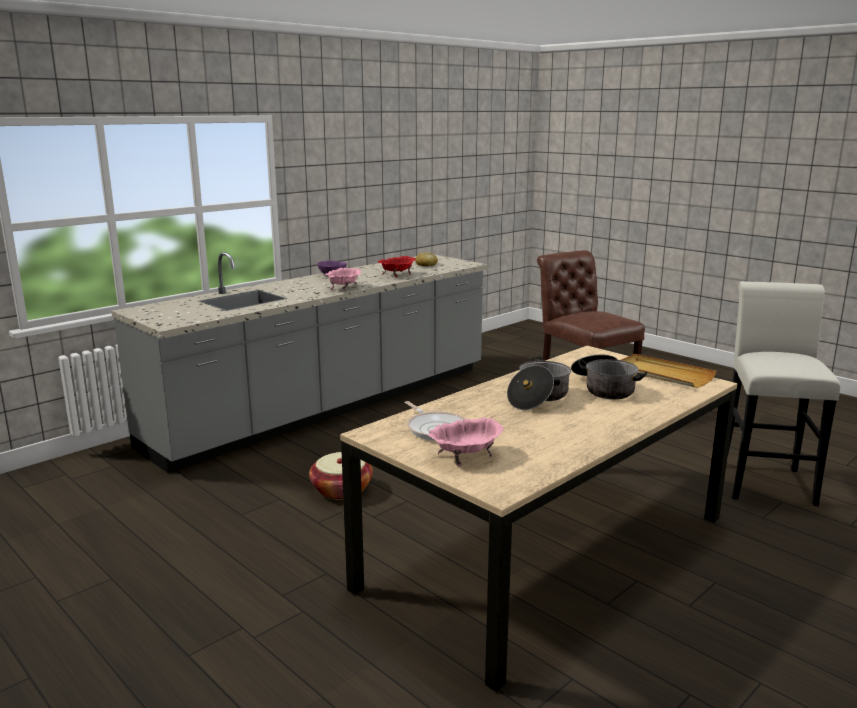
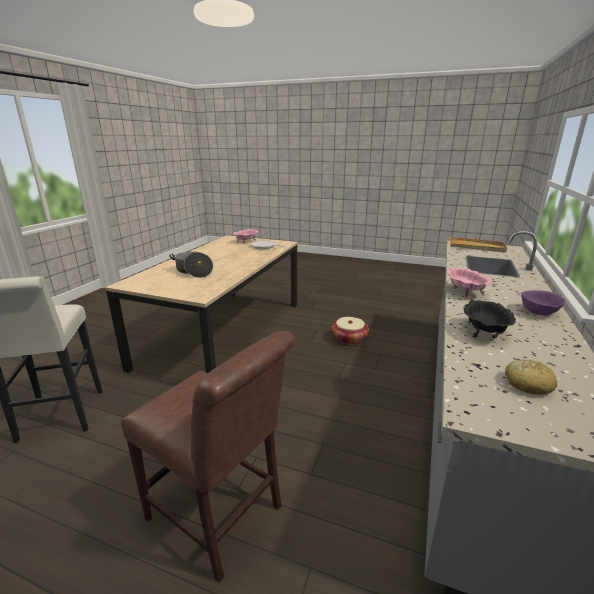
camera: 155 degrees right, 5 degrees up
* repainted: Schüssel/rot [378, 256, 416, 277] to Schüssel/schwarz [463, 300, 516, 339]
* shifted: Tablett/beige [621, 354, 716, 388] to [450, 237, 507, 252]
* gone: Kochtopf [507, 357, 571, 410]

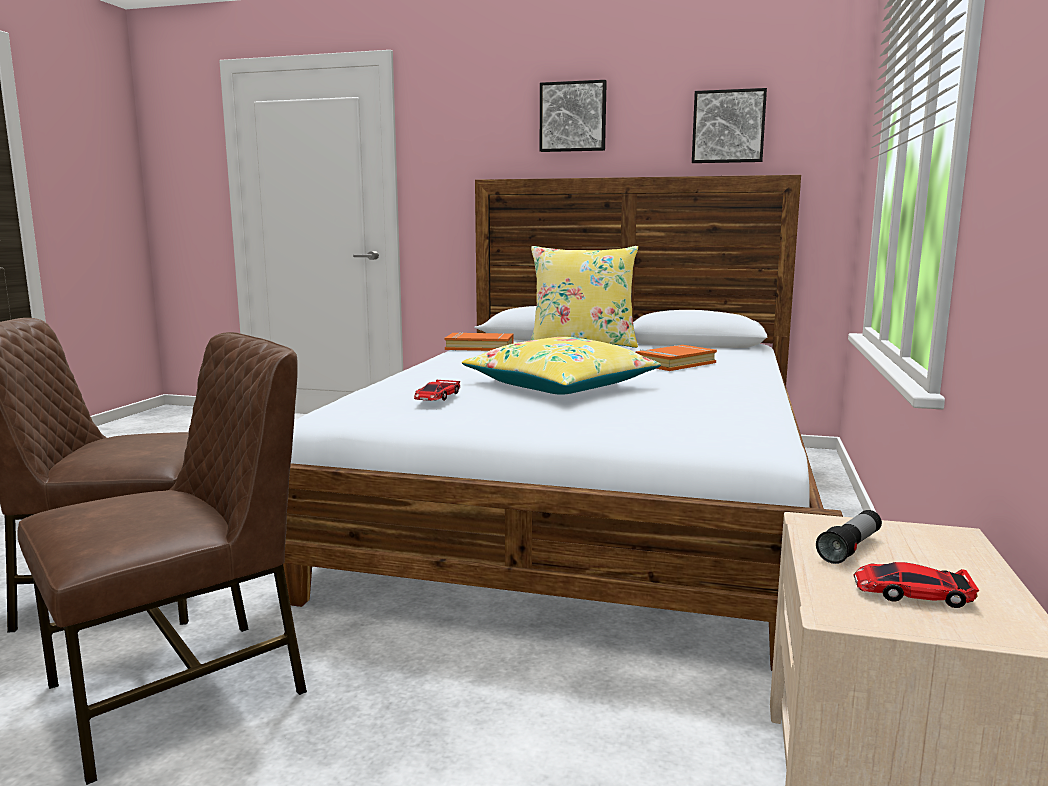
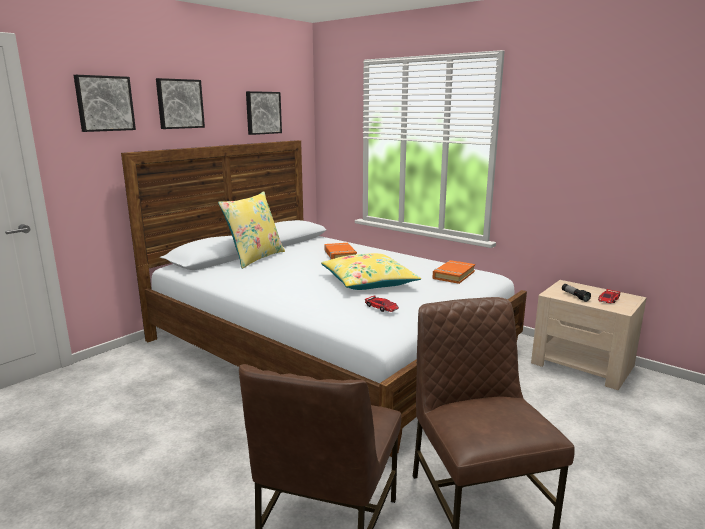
camera: 65 degrees left, 5 degrees up
* shifted: Buch/orange [445, 332, 513, 351] to [433, 260, 475, 284]
* new: Bild [74, 75, 136, 132]

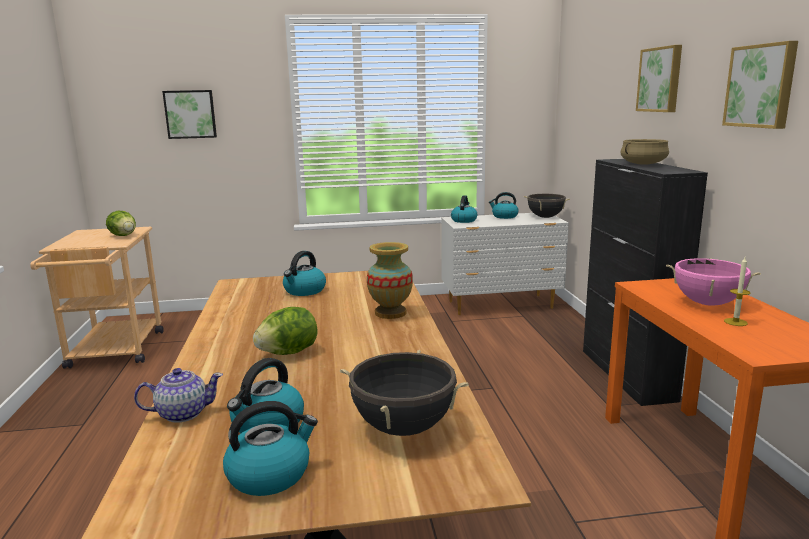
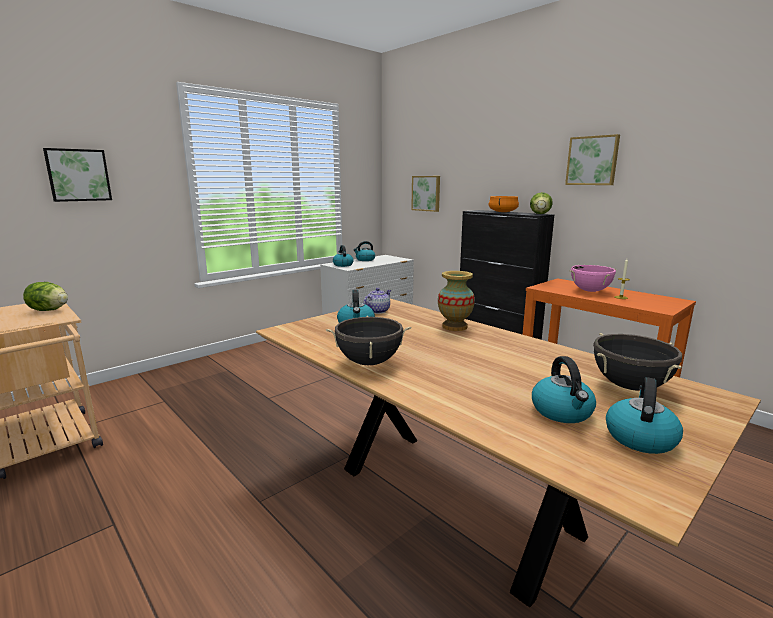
camera: 35 degrees left, 0 degrees up
* shifted: Bild [636, 45, 682, 112] to [411, 176, 440, 212]
* repainted: Kochtopf/beige [620, 139, 669, 165] to Kochtopf/orange [488, 196, 519, 212]
* shifted: Kochtopf/schwarz [524, 194, 570, 218] to [326, 316, 411, 365]
* shifted: Salatkopf [253, 307, 318, 355] to [530, 192, 553, 214]
* shifted: Teekanne [134, 368, 223, 423] to [363, 288, 391, 314]

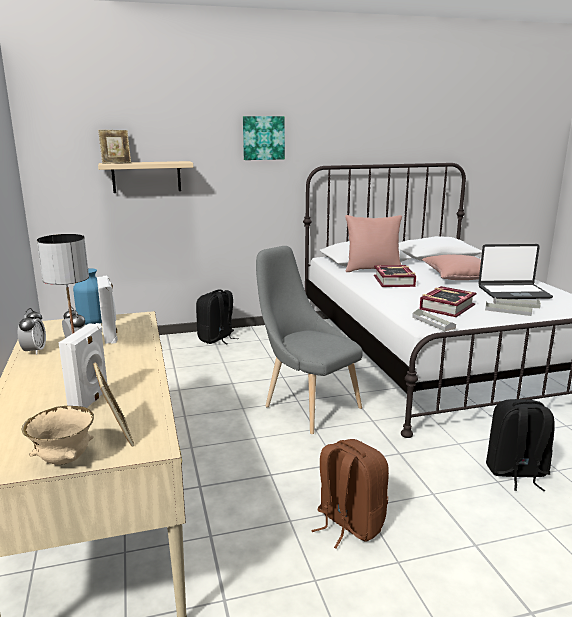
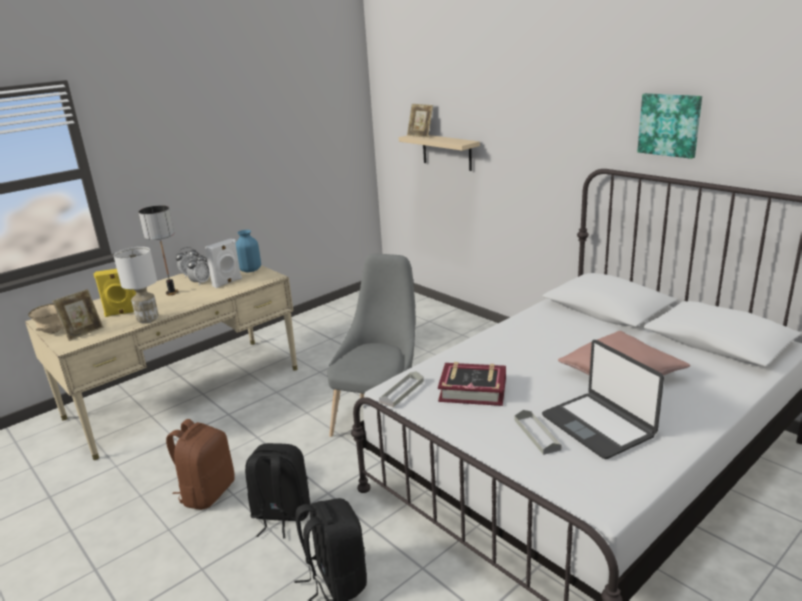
camera: 65 degrees right, 5 degrees up
* shifted: Bild [243, 116, 285, 160] to [637, 93, 702, 159]
* gone: Kissen/rosa [345, 215, 402, 272]
* gone: Buch [374, 265, 416, 287]
* shifted: Rucksack/schwarz [196, 290, 238, 344] to [245, 443, 310, 538]
* gone: Tablett/grau [485, 301, 533, 316]
* repainted: Lautsprecher/weiß [59, 323, 109, 408] to Lautsprecher/gelb [94, 269, 136, 317]
* new: Tischlampe/weiß [114, 247, 159, 323]

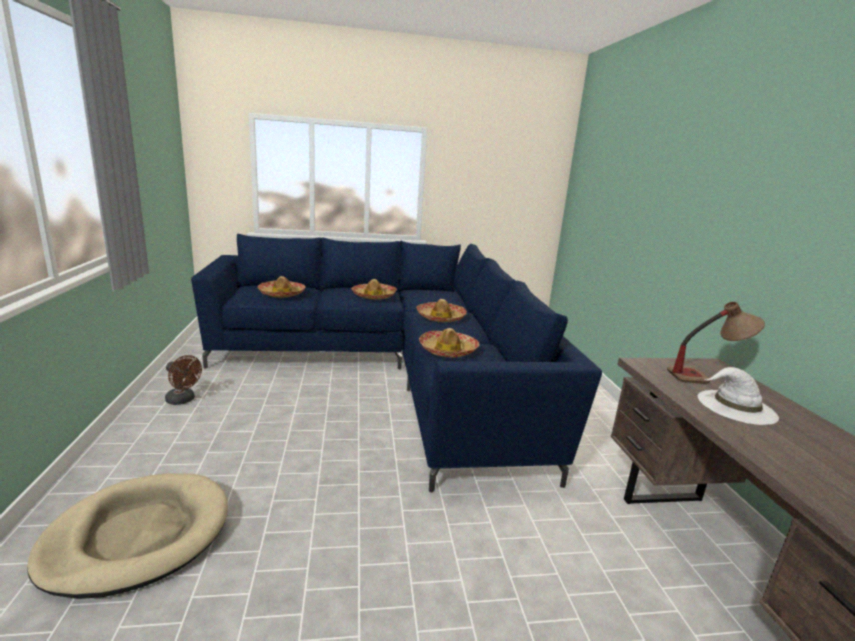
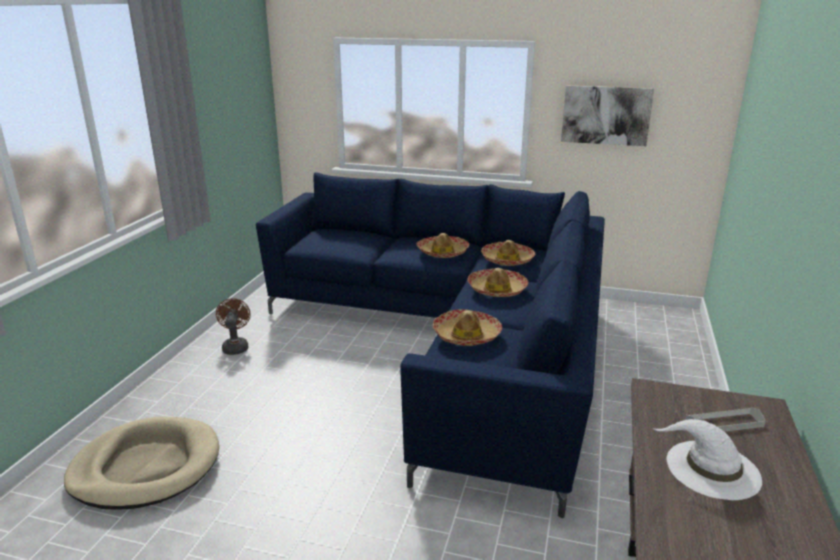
camera: 25 degrees right, 5 degrees up
* shifted: Hut [257, 276, 306, 298] to [481, 240, 535, 266]
* swapped: Tischlampe [667, 302, 765, 384] to Tablett/grau [685, 407, 766, 432]
* rotated: Ventilator/braun [165, 355, 202, 405] = [216, 298, 251, 355] 150 degrees counterclockwise
* new: Bild [561, 85, 654, 146]

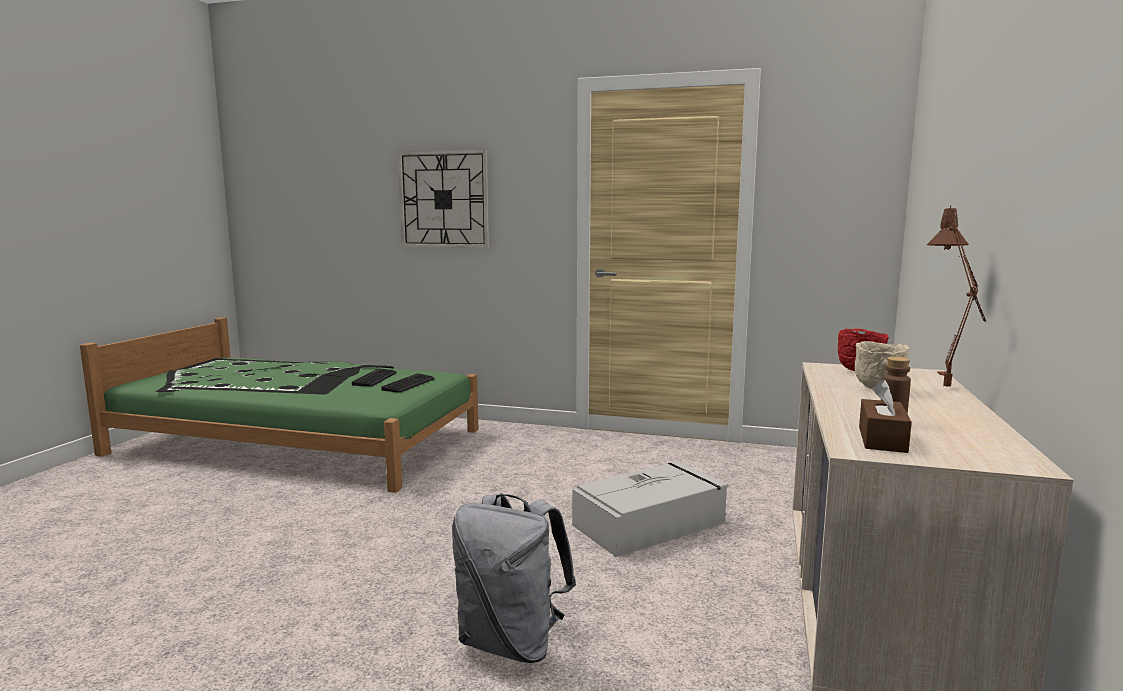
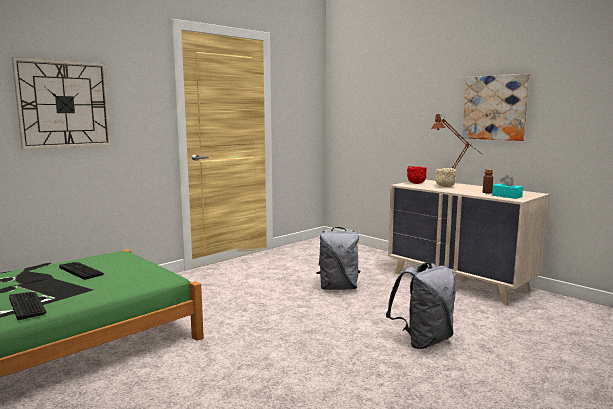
camera: 60 degrees left, 0 degrees up
* shifted: Tastatur [381, 373, 434, 393] to [9, 292, 46, 320]
* repainted: Taschentuchbox/braun [859, 379, 912, 453] to Taschentuchbox/türkis [492, 175, 523, 199]
* swapped: Aufbewahrungsbox/grau [572, 461, 728, 557] to Rucksack/grau [317, 227, 360, 290]
* new: Bild [462, 74, 530, 141]

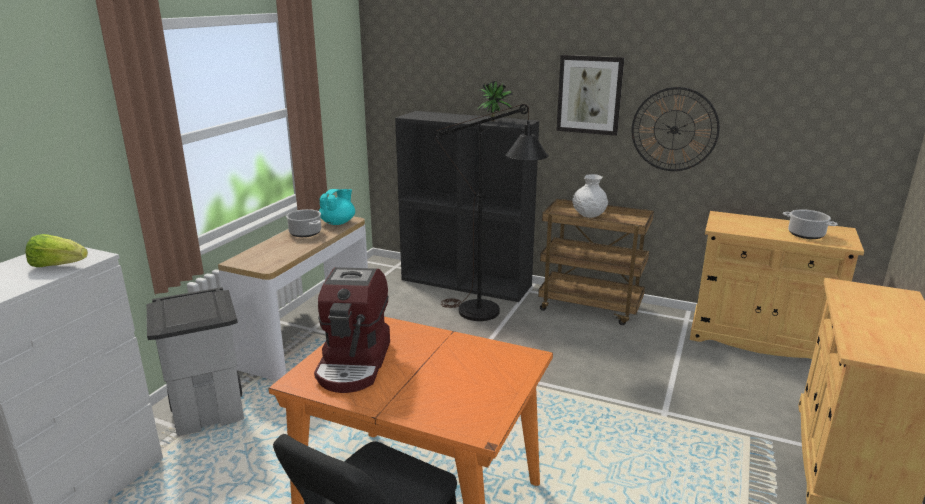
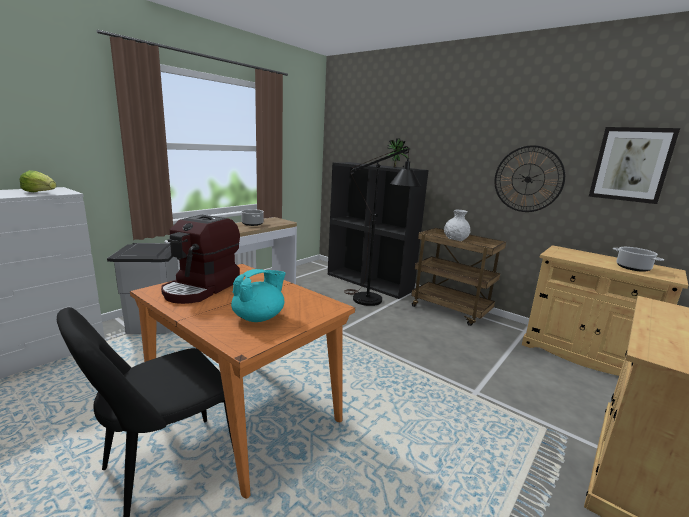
camera: 15 degrees right, 5 degrees down
* shifted: Bild [556, 55, 624, 136] to [589, 127, 680, 204]
* shifted: Teekanne/türkis [319, 189, 355, 225] to [231, 269, 286, 322]

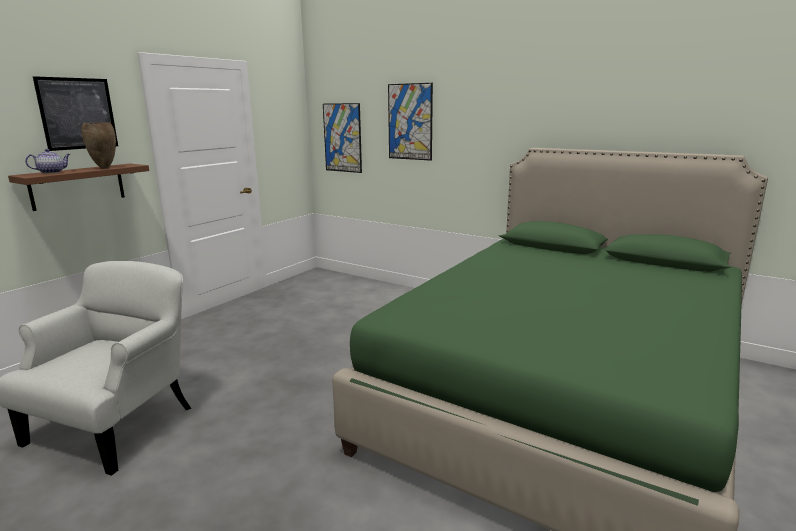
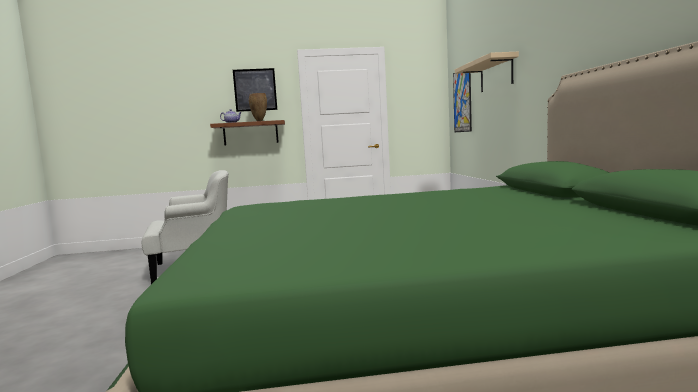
camera: 50 degrees right, 10 degrees down
* swapped: Bild [388, 83, 433, 161] to Wandregal/beige [455, 52, 519, 92]

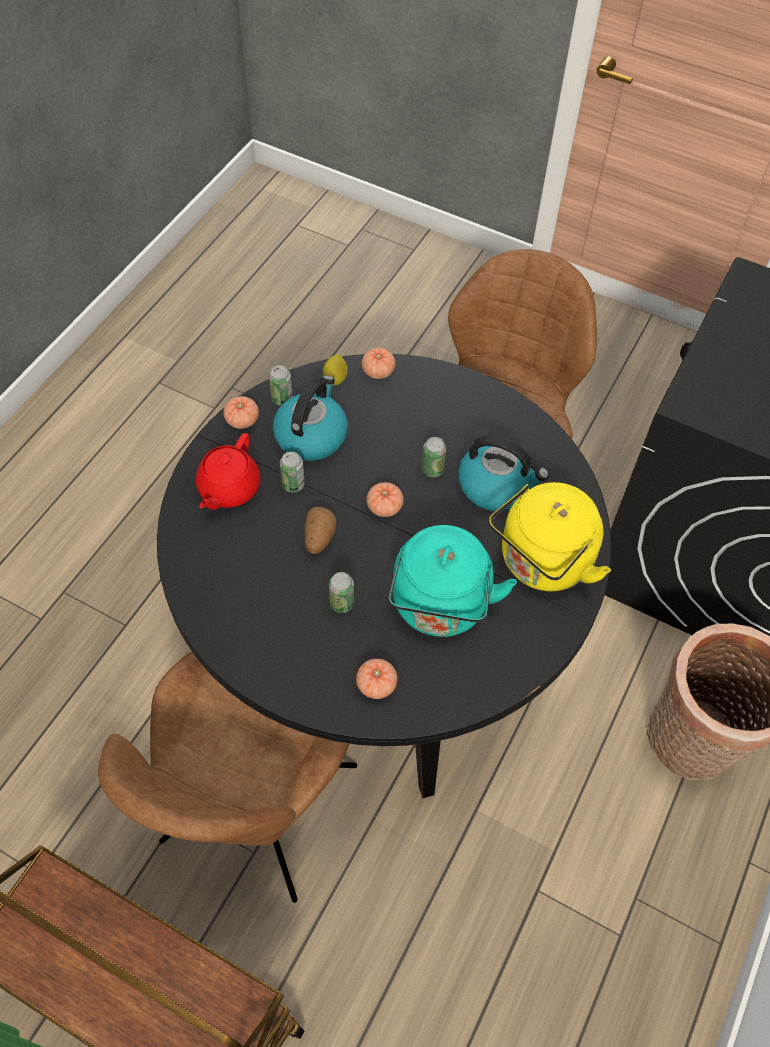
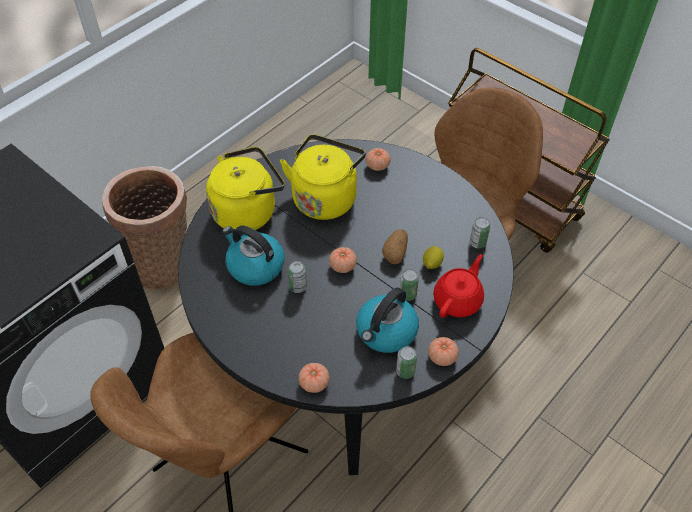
camera: 165 degrees left, 5 degrees down
* shifted: Zitrone [323, 354, 348, 385] to [423, 246, 444, 269]
* repainted: Wasserkessel/türkis [388, 525, 517, 637] to Wasserkessel/gelb [280, 134, 366, 220]
* shifted: Dose [329, 572, 354, 613] to [470, 217, 490, 249]

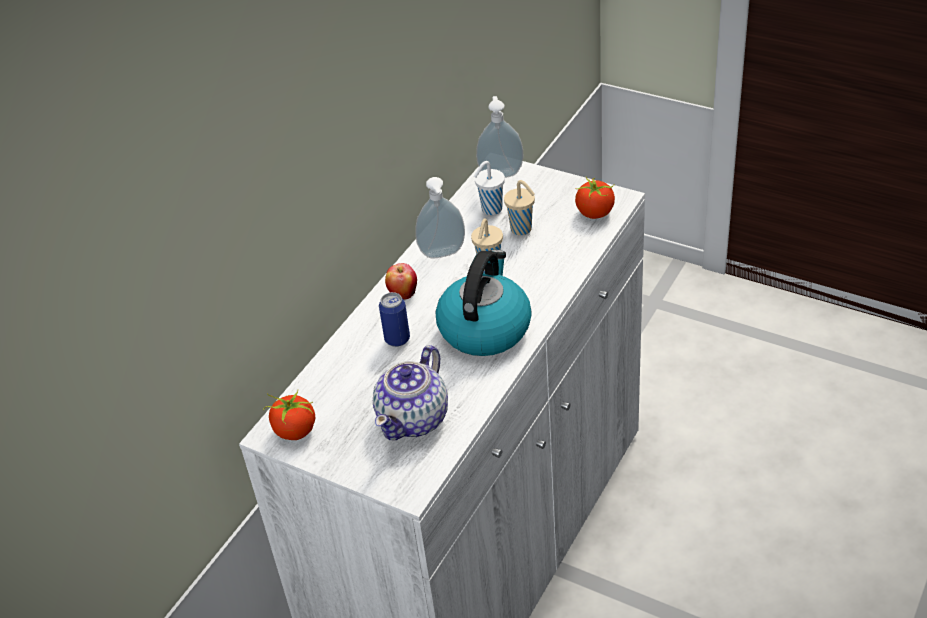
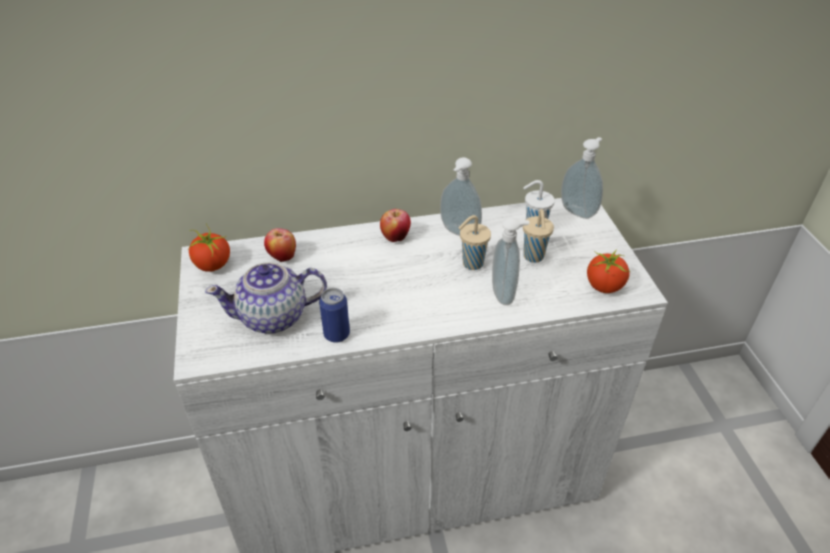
camera: 45 degrees right, 0 degrees up
* gone: Wasserkessel [436, 250, 532, 356]
* shifted: Dose [379, 292, 410, 347] to [319, 288, 350, 343]
* new: Seifenspender [492, 217, 530, 305]
* new: Apfel [264, 228, 296, 263]

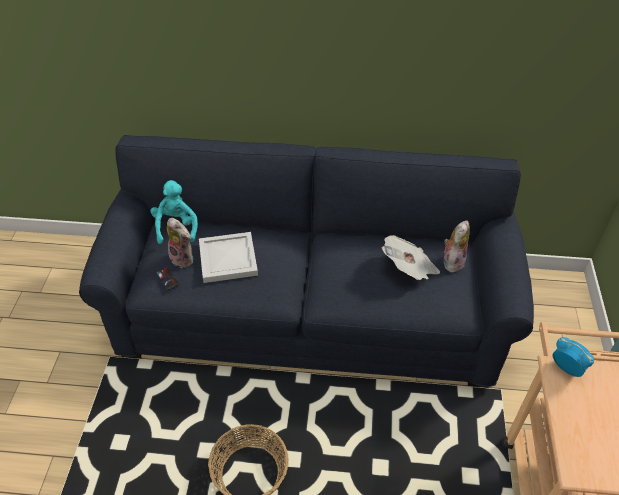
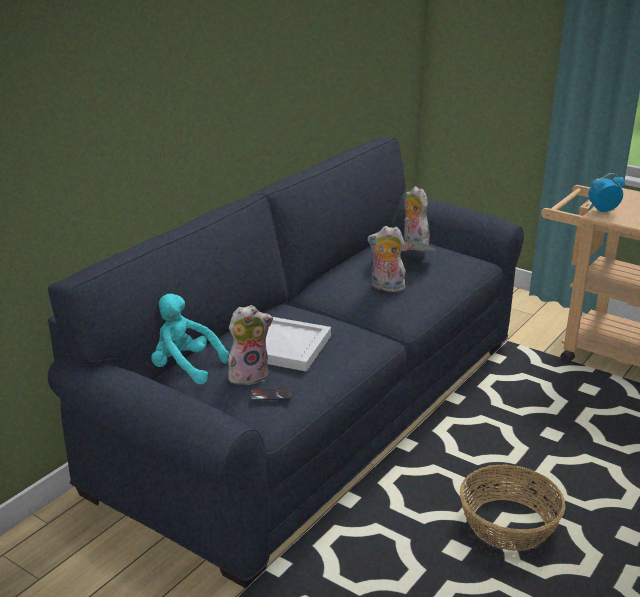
camera: 60 degrees left, 20 degrees down
* new: Plüschtier [368, 226, 405, 292]

